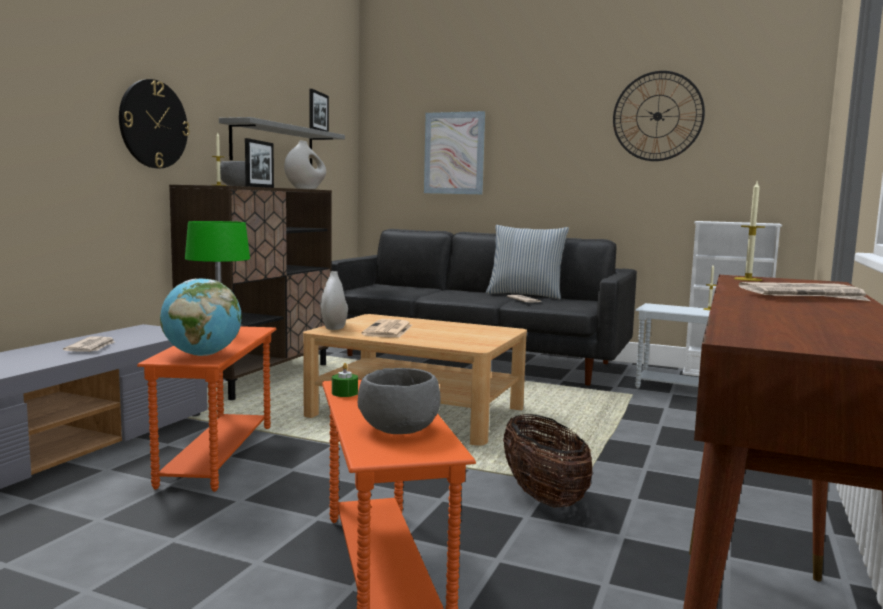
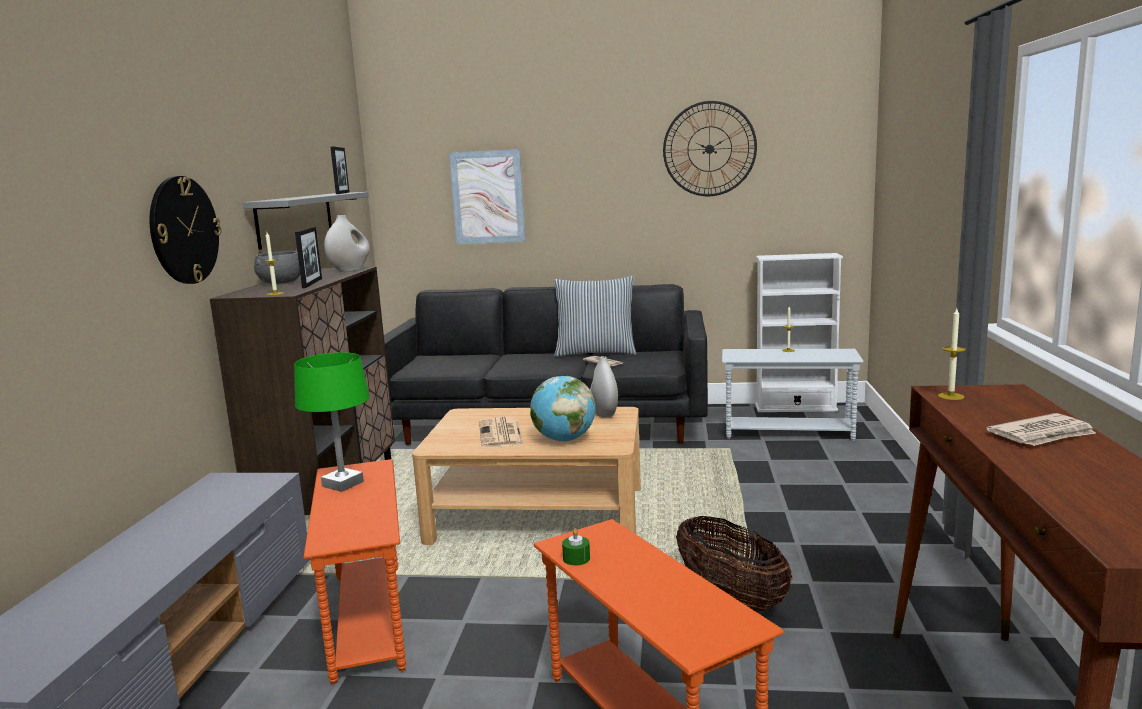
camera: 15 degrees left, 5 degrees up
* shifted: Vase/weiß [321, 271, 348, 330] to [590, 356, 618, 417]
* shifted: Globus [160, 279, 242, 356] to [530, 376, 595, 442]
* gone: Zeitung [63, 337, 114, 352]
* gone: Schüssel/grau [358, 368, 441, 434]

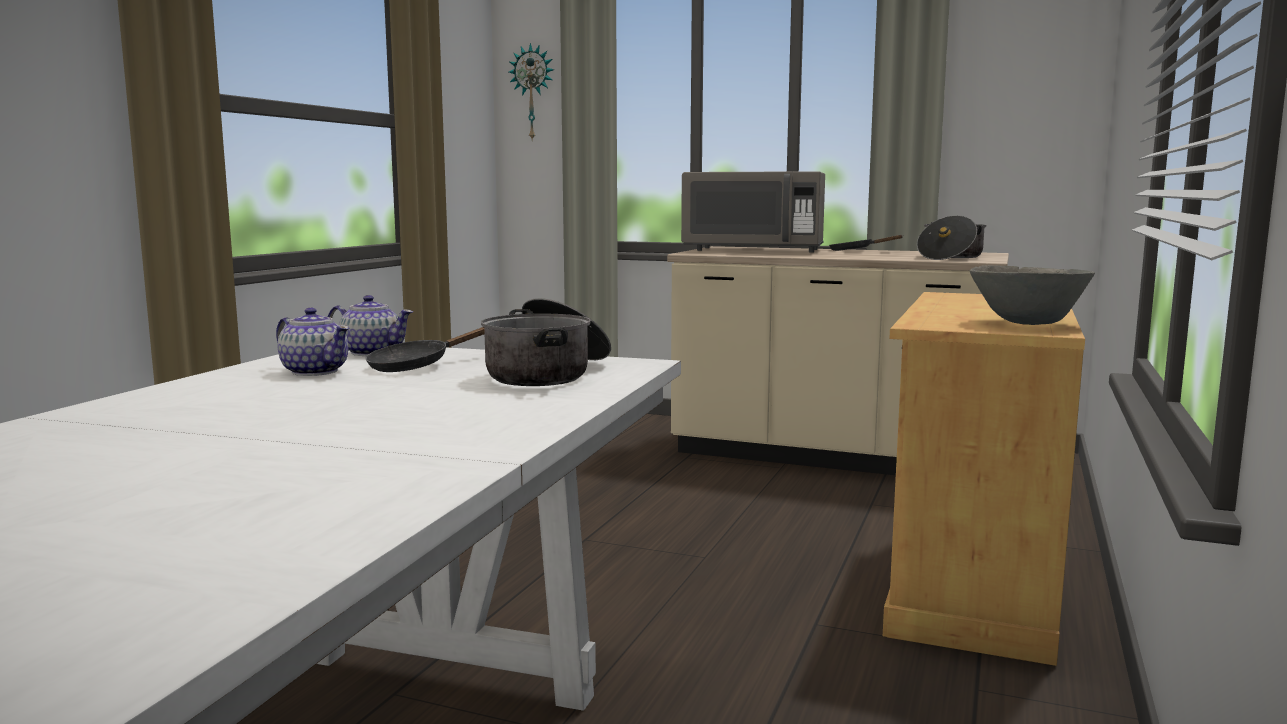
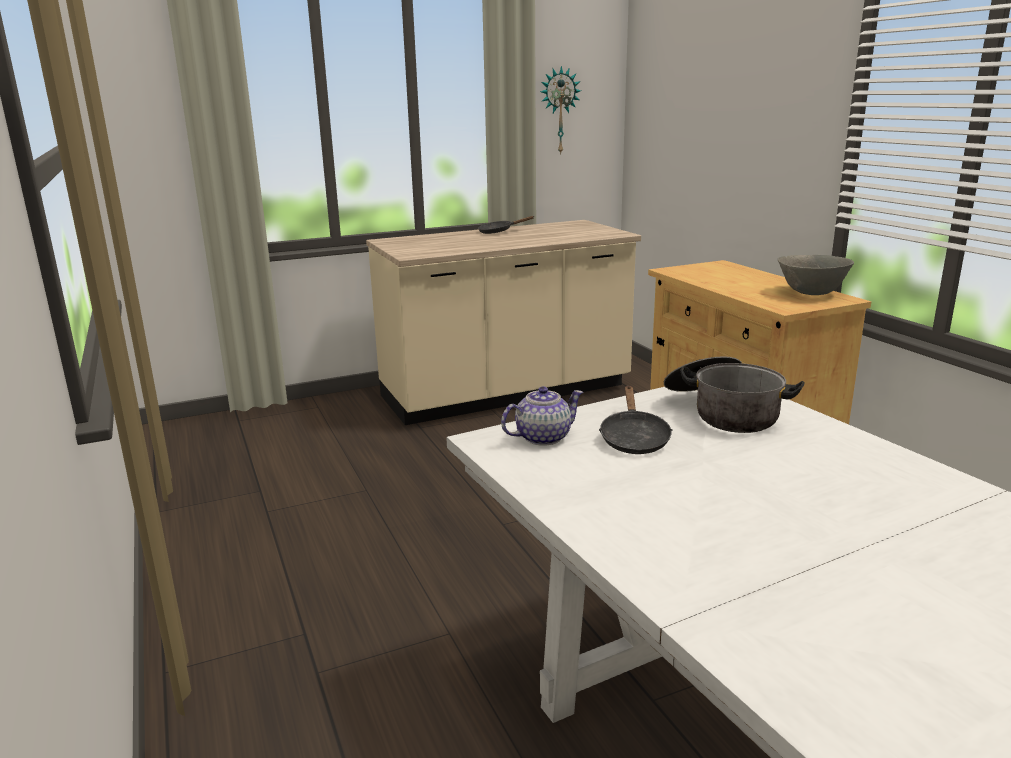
camera: 45 degrees left, 10 degrees up
* shifted: Wanduhr [509, 43, 554, 140] to [540, 66, 581, 155]
* gone: Mikrowelle/grau [681, 171, 825, 253]
* gone: Kochtopf [917, 215, 986, 260]
* gone: Teekanne [276, 308, 349, 376]

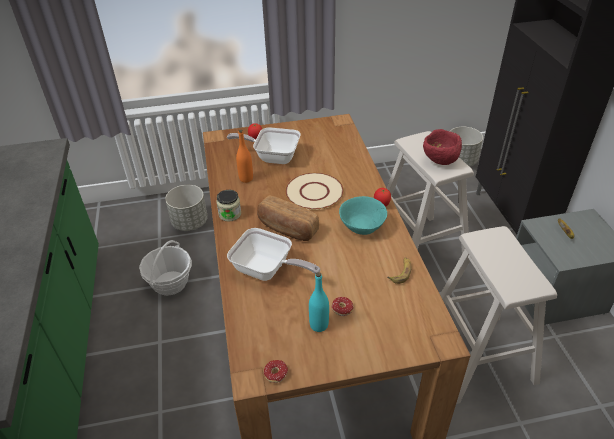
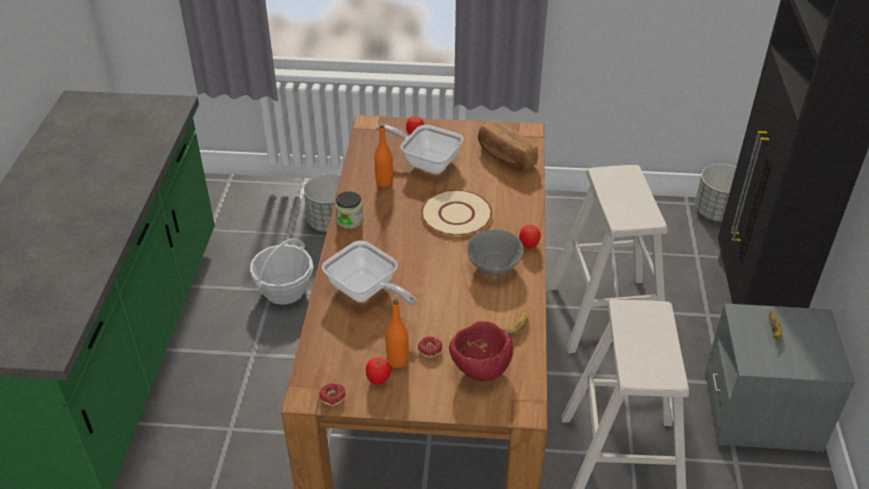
camera: 15 degrees right, 0 degrees up
* shifted: Schüssel/rot [423, 129, 462, 165] to [449, 321, 513, 381]
* shifted: Brot [257, 196, 319, 241] to [478, 120, 538, 171]
* repainted: Schüssel/türkis [339, 196, 387, 235] to Schüssel/grau [466, 230, 523, 276]
* repainted: Flasche/türkis [309, 272, 329, 332] to Flasche/orange [386, 300, 409, 368]
* new: Tomate [366, 357, 391, 385]

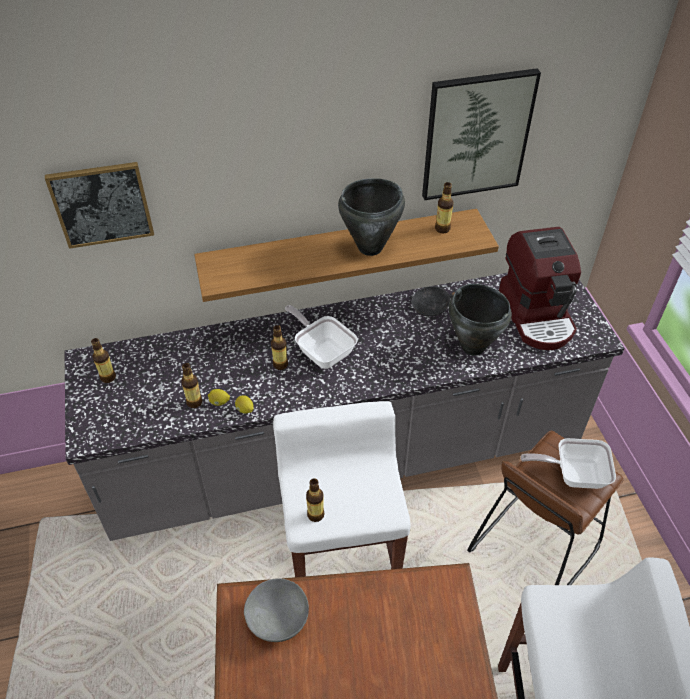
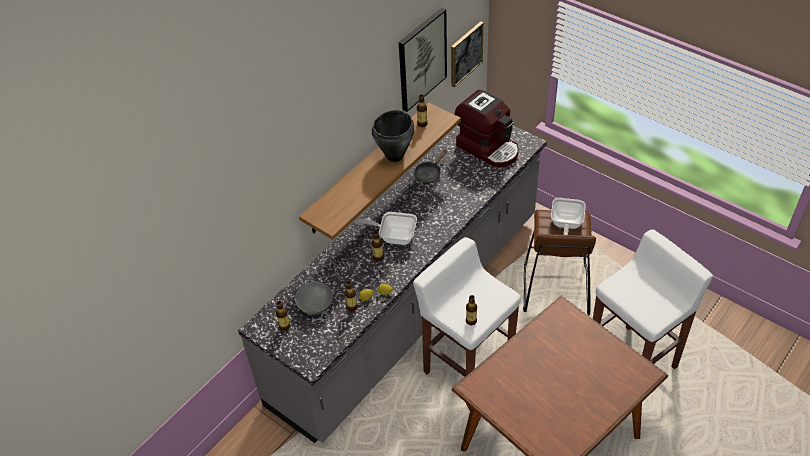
camera: 35 degrees left, 0 degrees up
* shifted: Bild [45, 162, 154, 249] to [451, 21, 484, 87]
* gone: Kochtopf/schwarz [449, 284, 512, 356]
* rotated: Pfanne [521, 438, 616, 489] = [551, 198, 586, 235] 45 degrees counterclockwise
* shifted: Schüssel/grau [244, 578, 309, 642] to [295, 282, 333, 315]

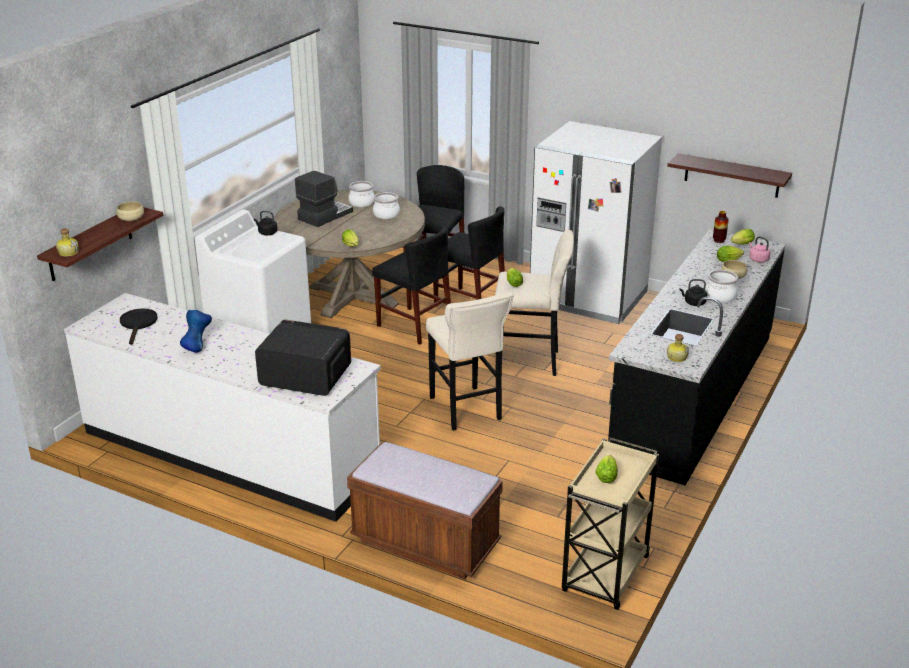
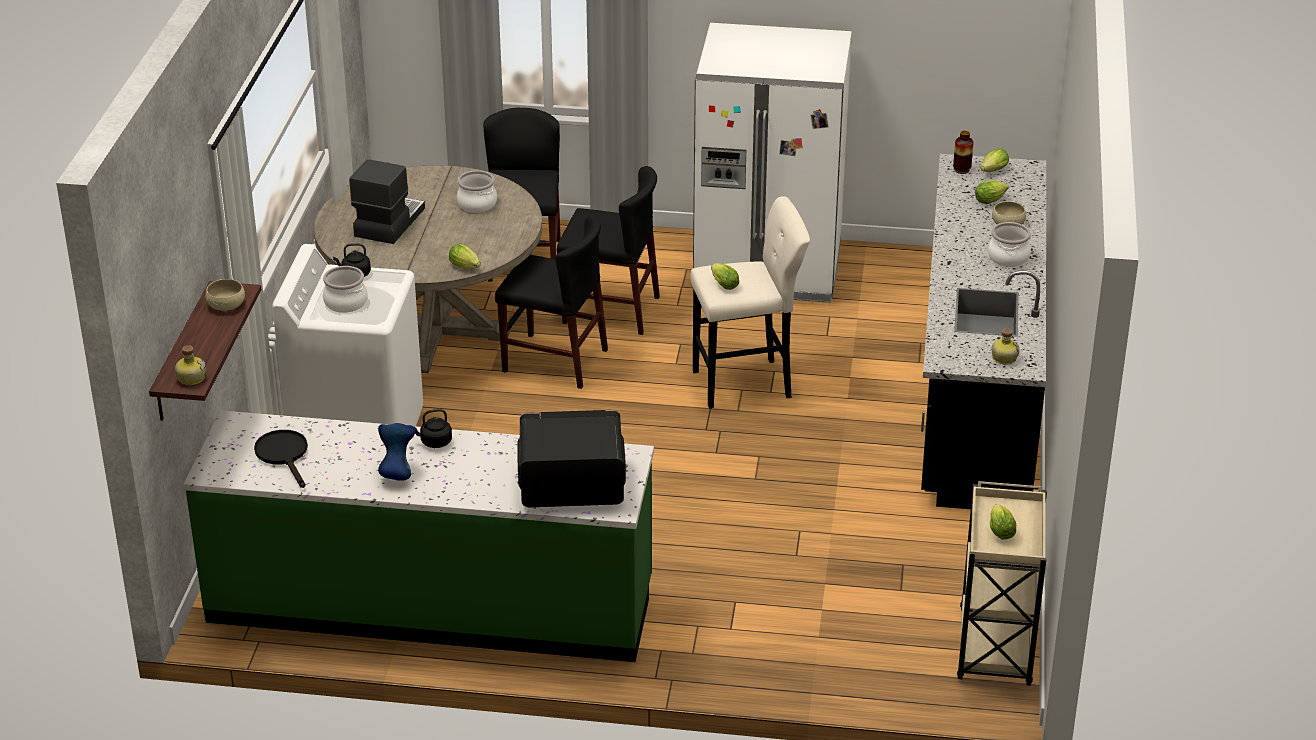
camera: 20 degrees left, 5 degrees up
* gone: Wandregal [667, 153, 792, 198]
* shifted: Kochtopf [349, 181, 375, 207] to [323, 266, 368, 313]
* gone: Wasserkessel/rosa [749, 236, 770, 263]
* shifted: Wasserkessel/schwarz [679, 279, 707, 306] to [413, 409, 452, 448]
* gone: Hocker/beige [426, 292, 514, 431]
* repainted: Küchenzeile/weiß [64, 293, 381, 522] to Küchenzeile/grün [183, 410, 654, 662]
* gone: Bank/braun [347, 442, 503, 579]

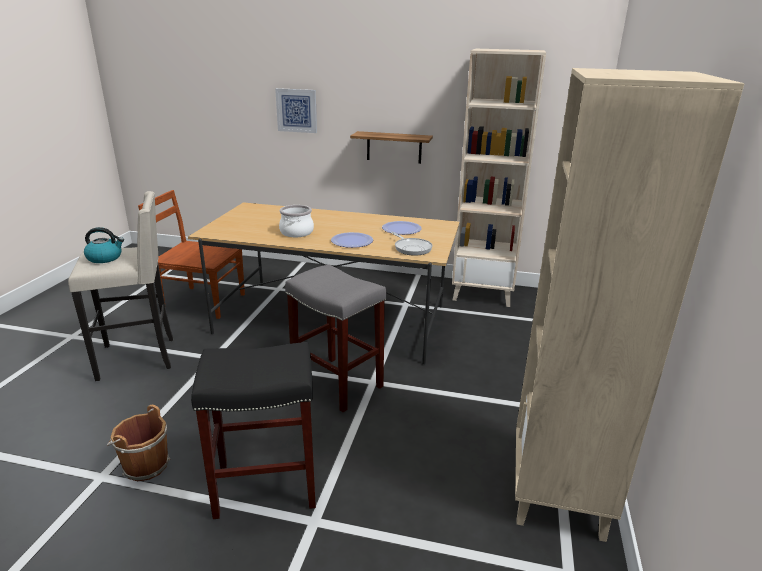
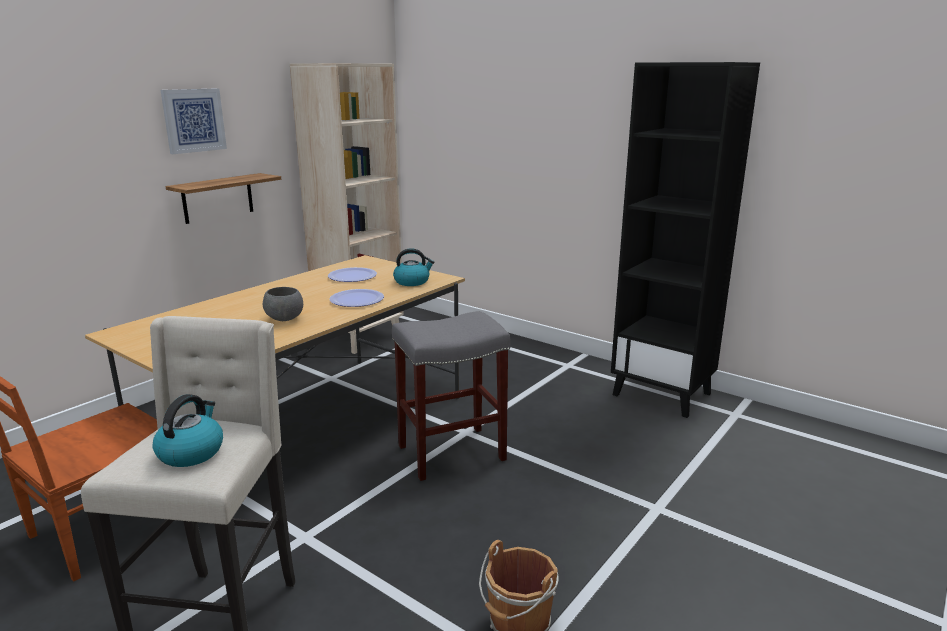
camera: 65 degrees left, 5 degrees down
* repainted: Bücherregal/beige [515, 68, 745, 542] to Bücherregal/schwarz [611, 62, 760, 418]
* shifted: Bild [275, 88, 317, 133] to [161, 88, 227, 154]
* swapped: Kochtopf [279, 205, 314, 237] to Schüssel/grau [263, 287, 303, 321]
* swapped: Pfanne [391, 232, 433, 256] to Wasserkessel [393, 248, 434, 286]
* gone: Hocker/schwarz [191, 342, 316, 519]

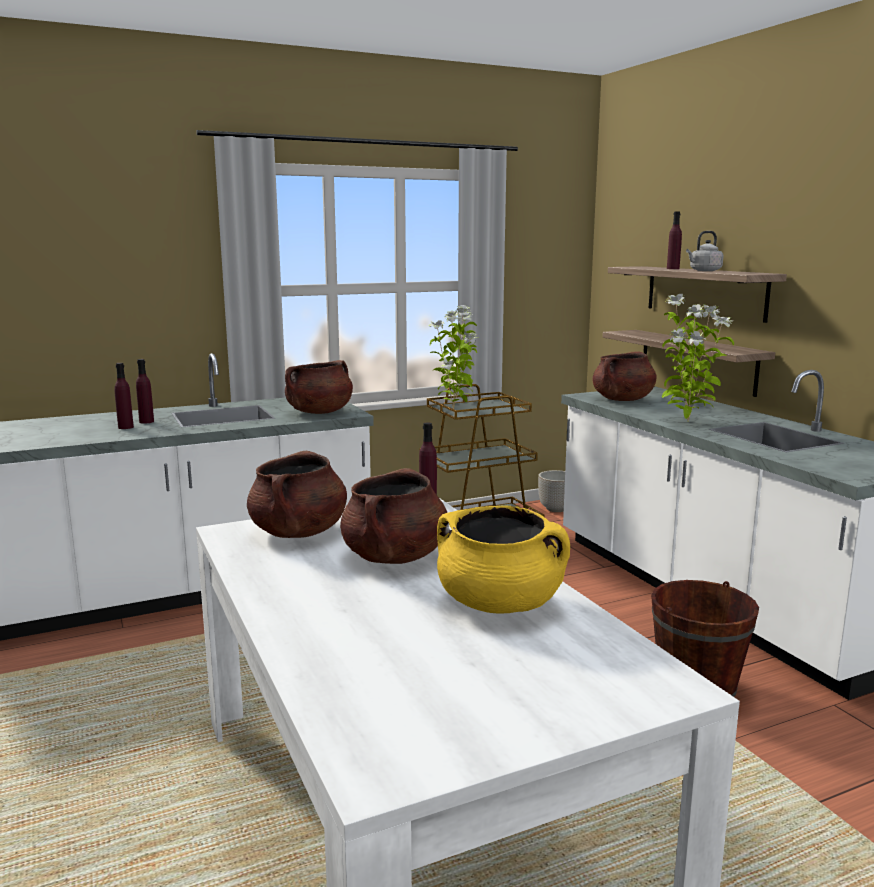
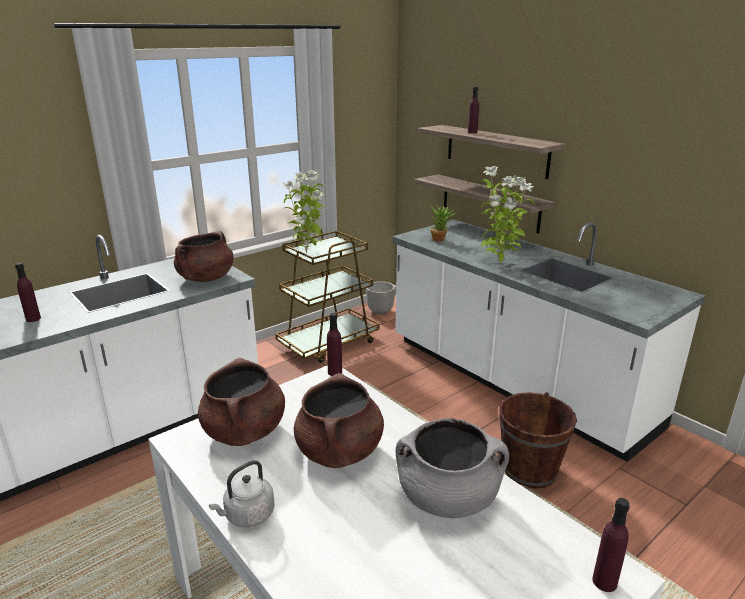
camera: 15 degrees left, 10 degrees up
* shifted: Wasserkessel/grau [686, 231, 723, 271] to [209, 460, 275, 527]
* swapped: Kochtopf/braun [592, 351, 657, 401] to Topfpflanze [430, 205, 457, 242]
* shifted: Flasche/lila [136, 359, 154, 424] to [592, 498, 630, 592]
* repainted: Kochtopf/gelb [437, 505, 570, 614] to Kochtopf/grau [395, 418, 509, 518]

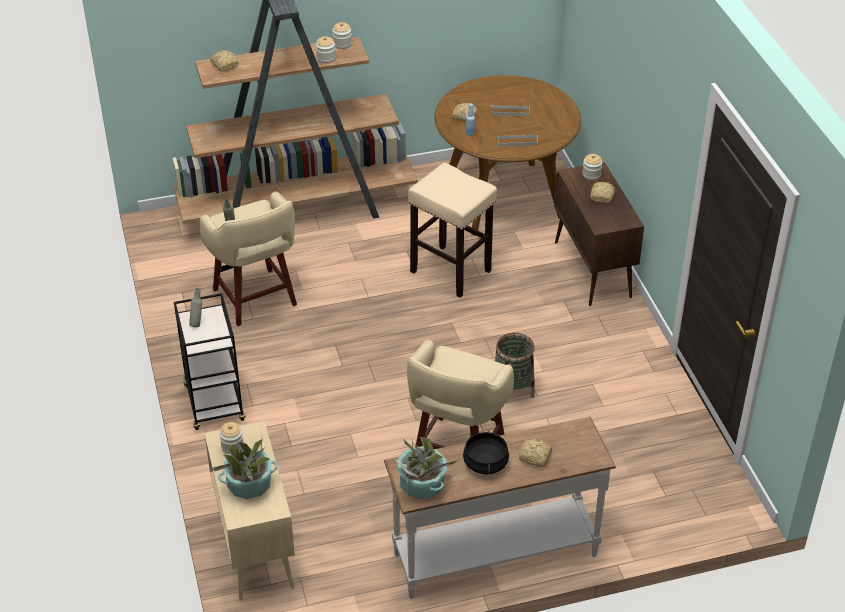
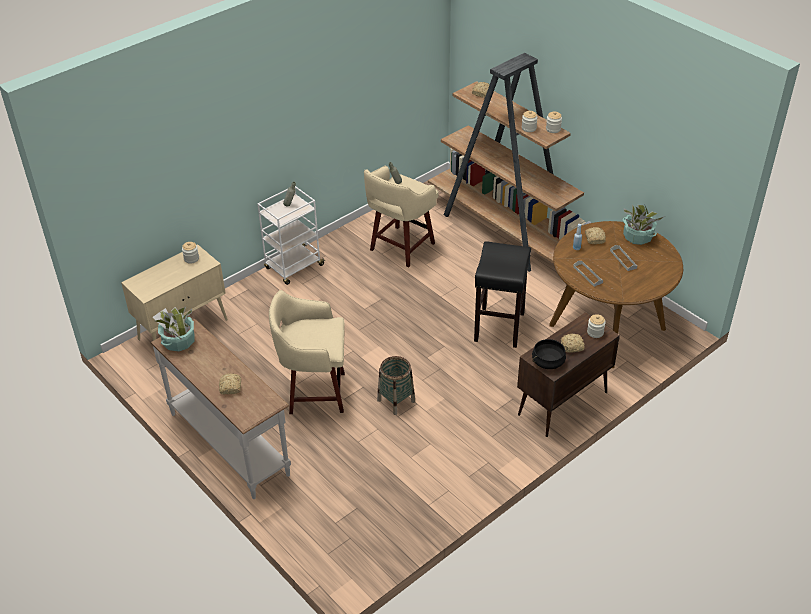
camera: 65 degrees right, 0 degrees up
* repainted: Hocker/beige [408, 163, 497, 298] to Hocker/schwarz [474, 241, 531, 348]
* repainted: Rollwagen/schwarz [174, 293, 245, 430] to Rollwagen/weiß [257, 186, 326, 285]
* shifted: Kochtopf/schwarz [463, 430, 509, 475] to [532, 339, 568, 369]
* shifted: Topfpflanze [212, 437, 278, 499] to [622, 204, 665, 245]

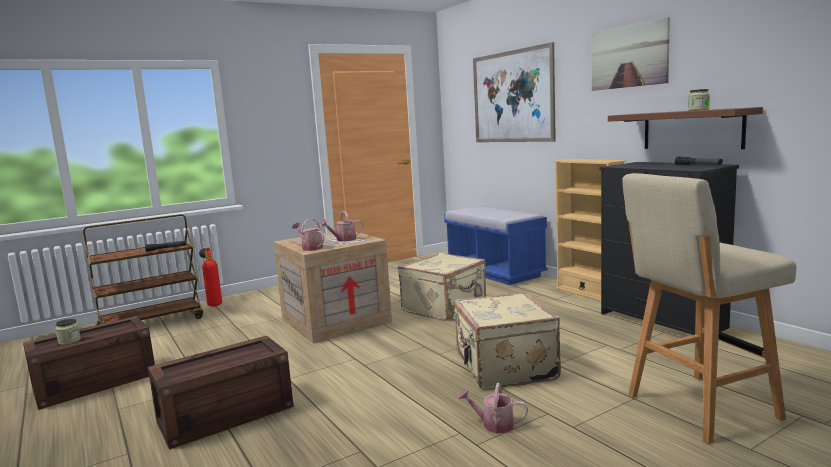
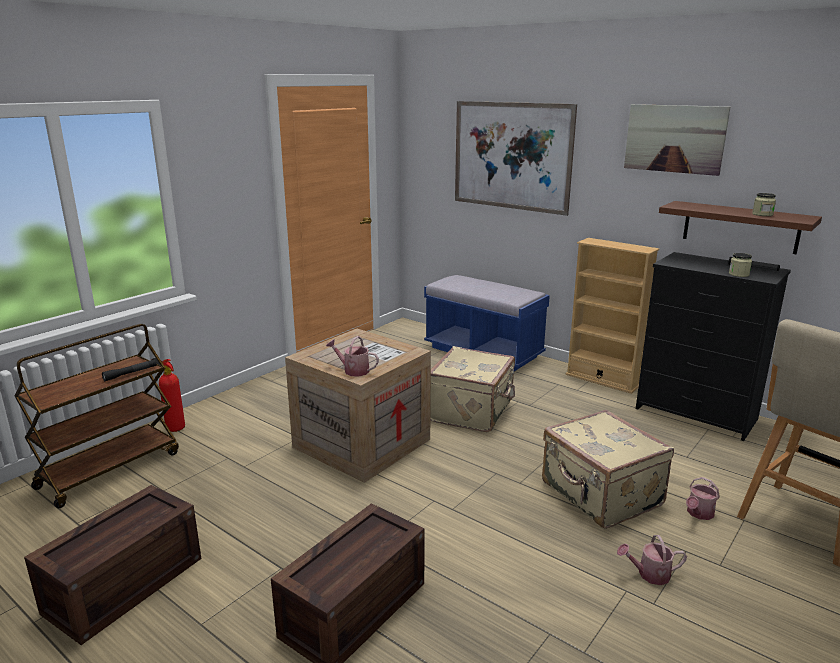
camera: 20 degrees left, 10 degrees up
* shifted: Gießkanne [320, 211, 363, 242] to [686, 477, 720, 520]
* shifted: Vorratsglas [55, 319, 81, 345] to [729, 253, 752, 277]

